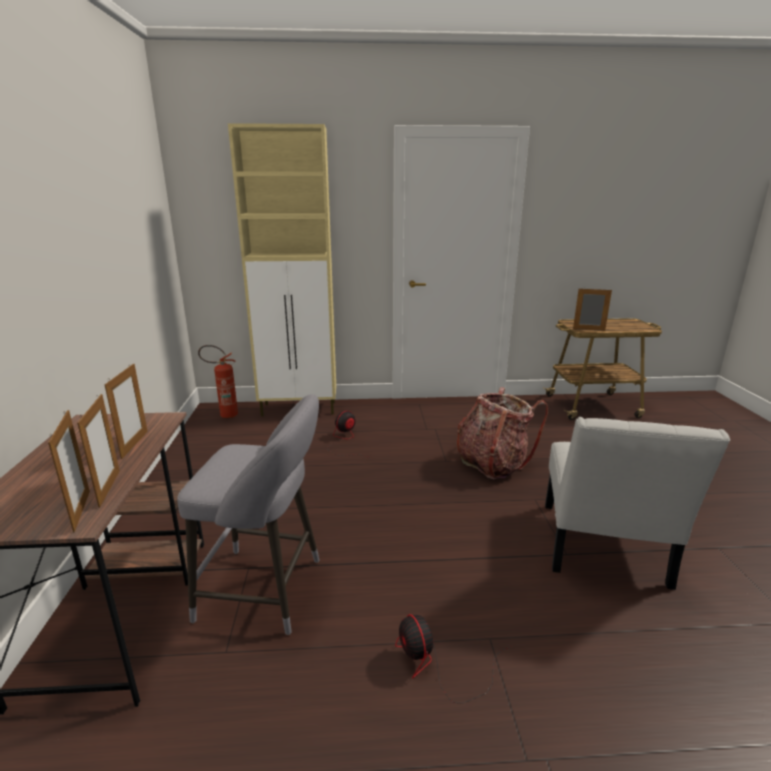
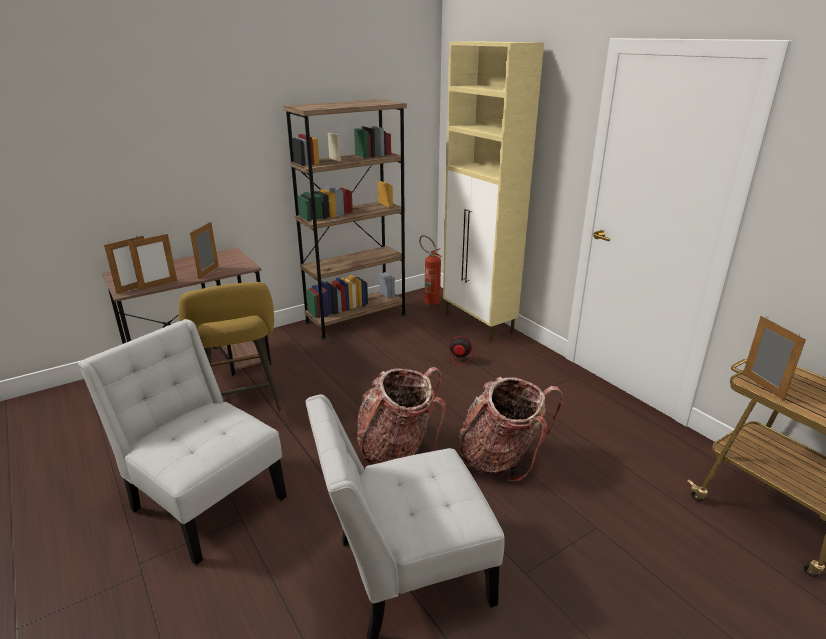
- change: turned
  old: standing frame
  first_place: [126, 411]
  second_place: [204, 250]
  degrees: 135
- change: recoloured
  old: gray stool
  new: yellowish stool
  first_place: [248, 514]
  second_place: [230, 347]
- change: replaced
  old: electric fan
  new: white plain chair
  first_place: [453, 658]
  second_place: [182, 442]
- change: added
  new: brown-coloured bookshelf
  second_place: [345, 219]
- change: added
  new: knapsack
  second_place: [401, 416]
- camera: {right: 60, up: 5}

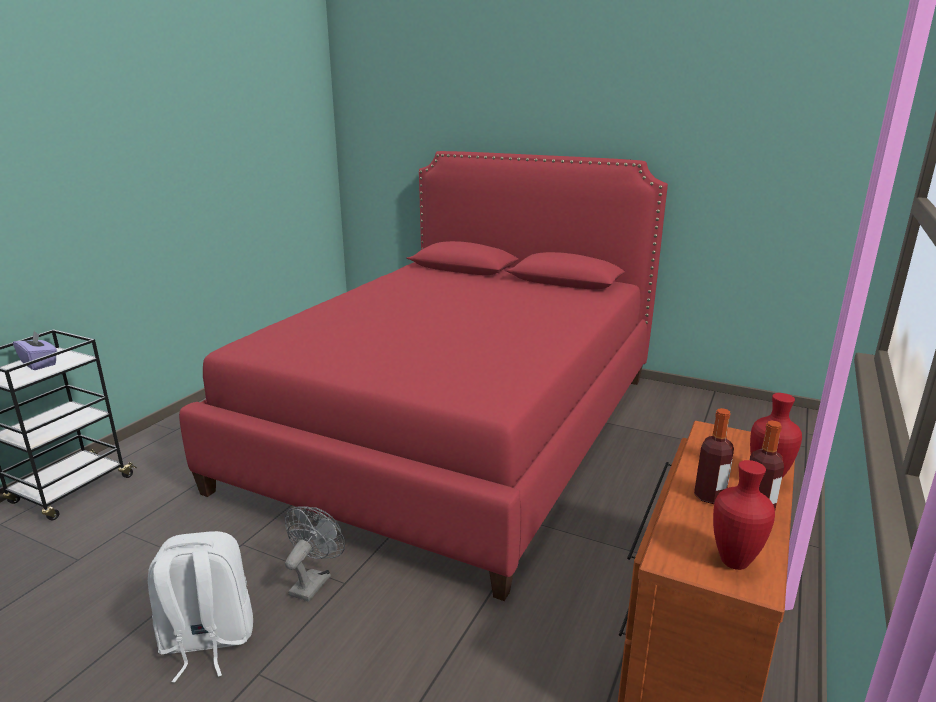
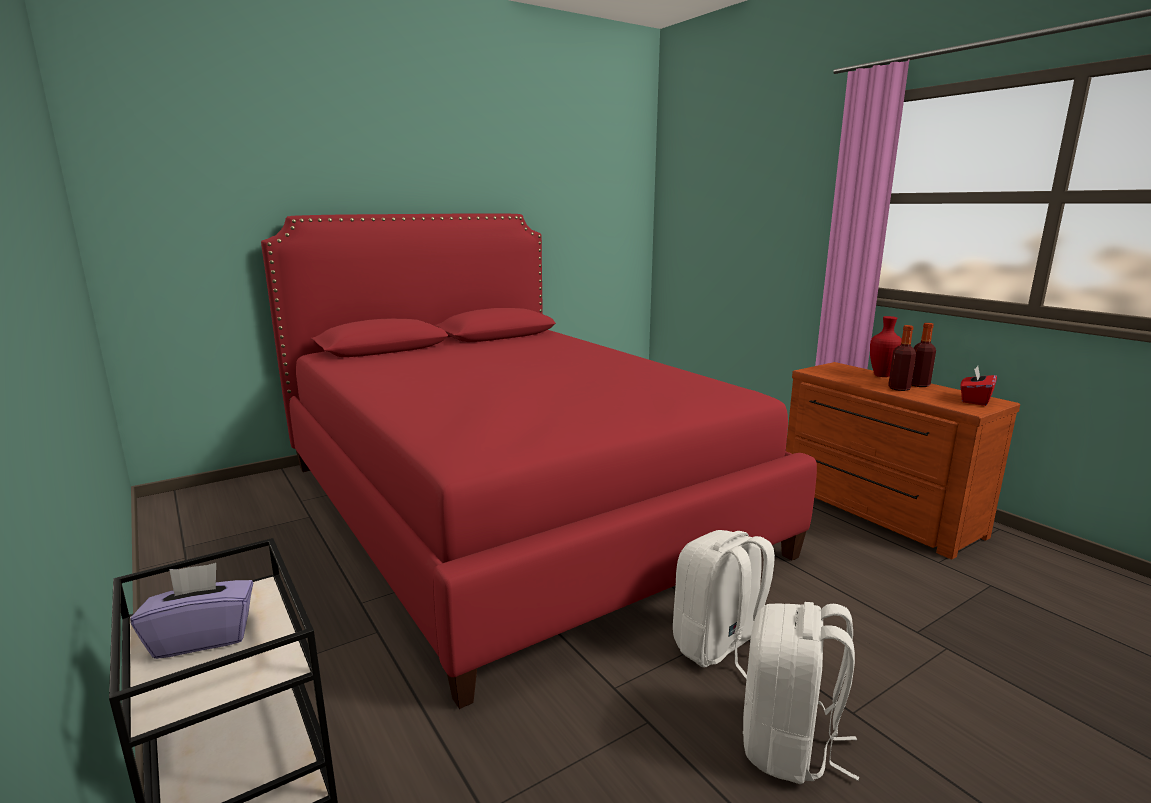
- change: replaced
  old: gray electric fan
  new: white knapsack
  first_place: [315, 553]
  second_place: [724, 604]
- change: replaced
  old: red-coloured flower vase
  new: red-coloured tissue box
  first_place: [744, 515]
  second_place: [978, 386]
- camera: {right: -60, up: -5}

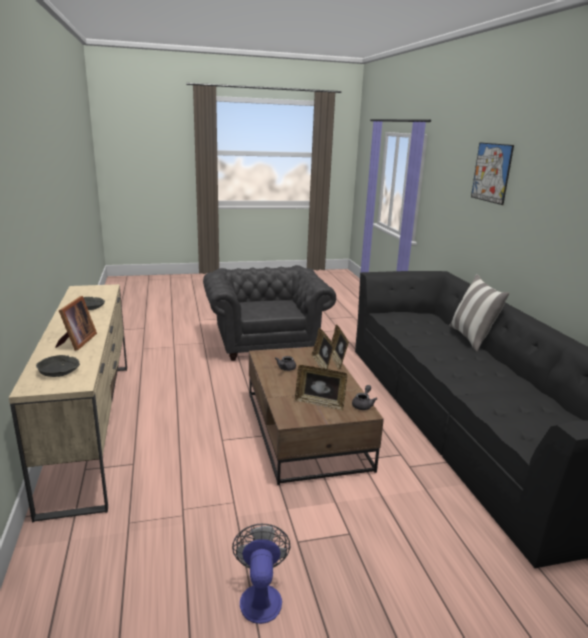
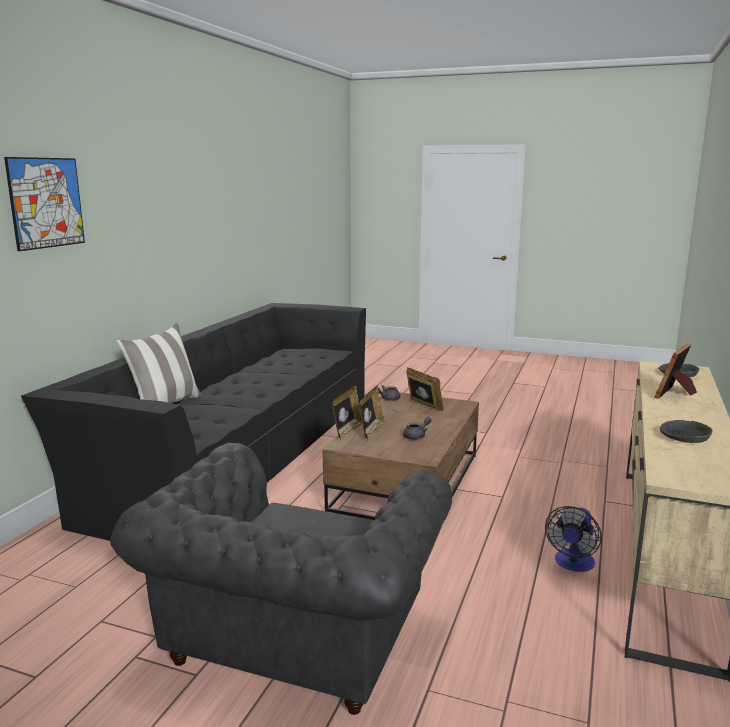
- change: moved
  old: electric fan
  first_place: [261, 574]
  second_place: [573, 539]
- camera: {right: -145, up: -5}

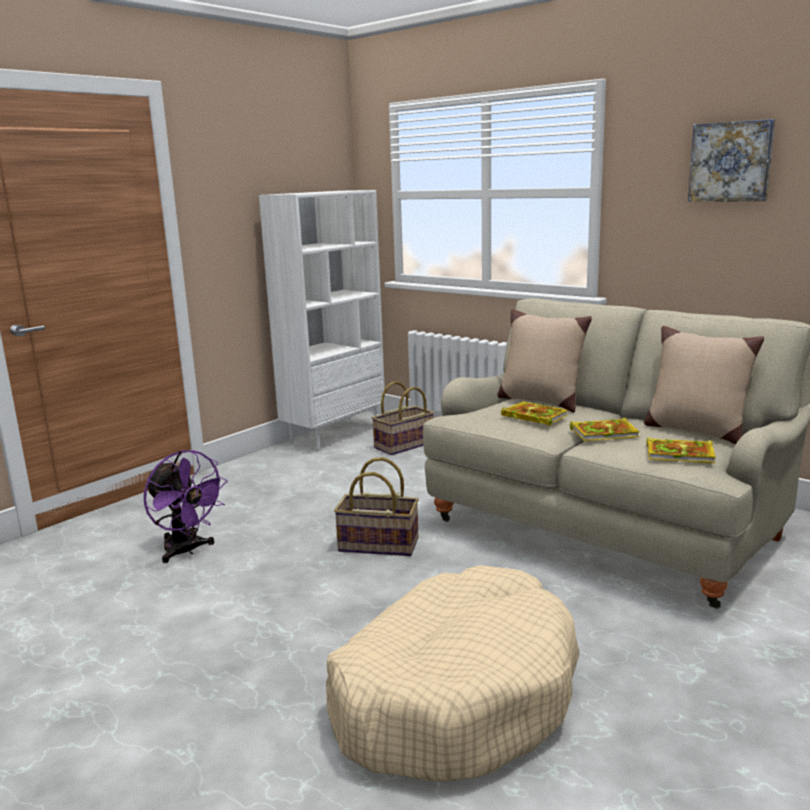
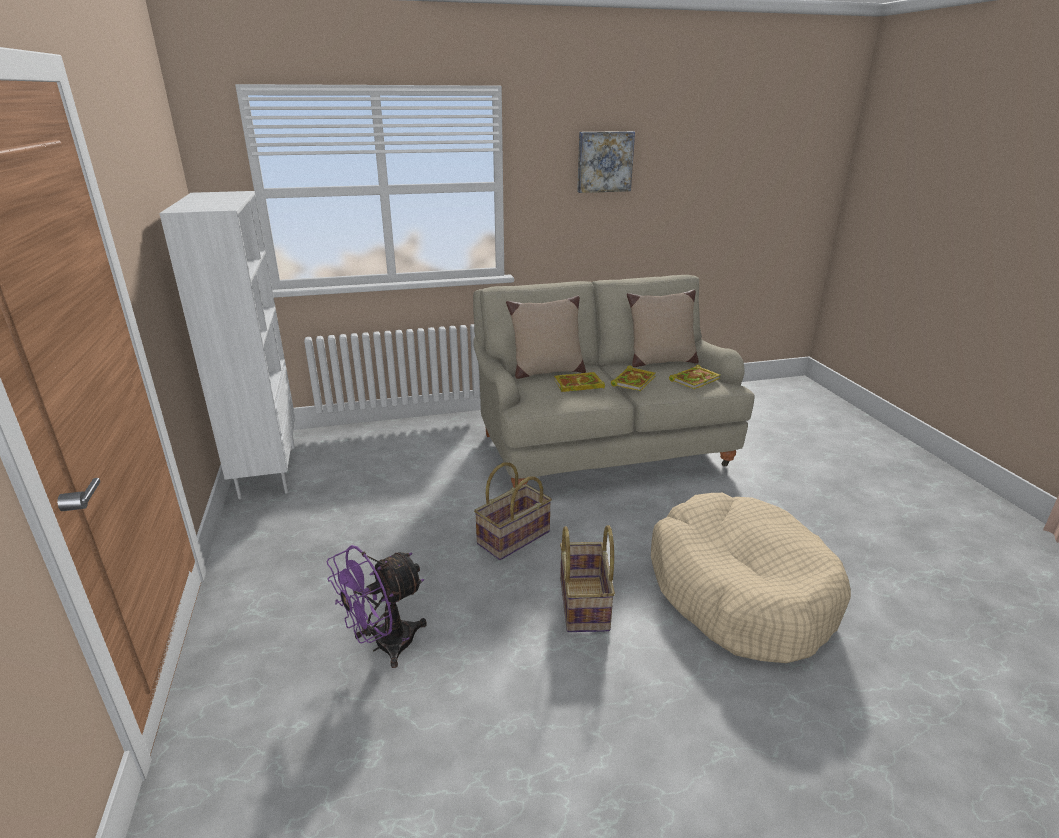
- change: turned
  old: purple-coloured electric fan
  first_place: [186, 506]
  second_place: [377, 606]
  degrees: 150
- change: moved
  old: storage basket
  first_place: [403, 418]
  second_place: [587, 578]
- camera: {right: -55, up: 10}

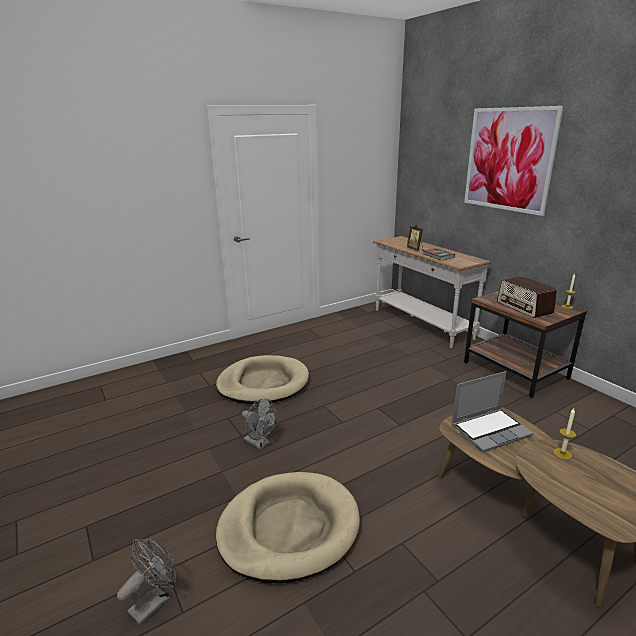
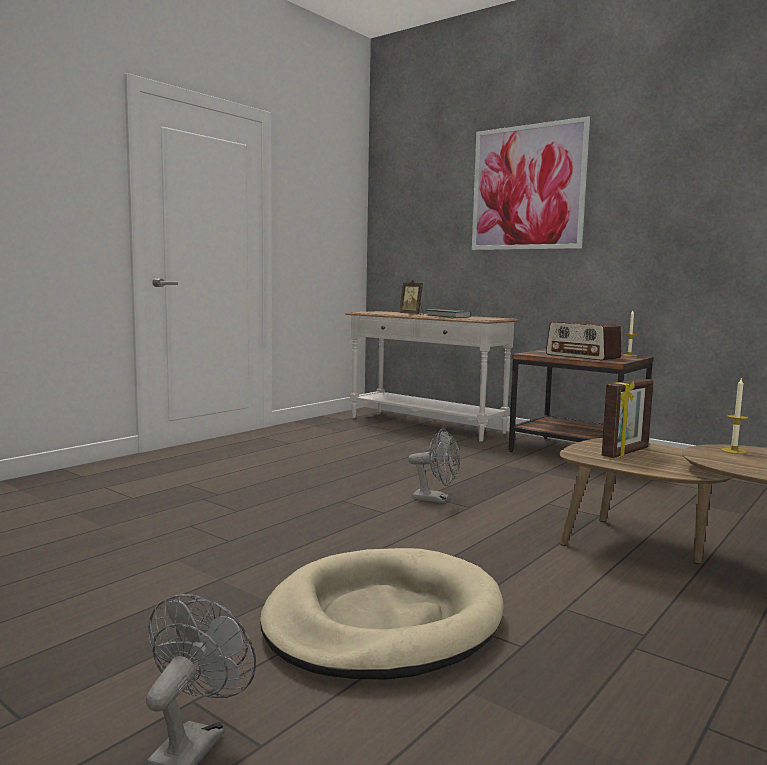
- change: removed
  old: sand-coloured pet bed
  first_place: [262, 379]
- change: moved
  old: gray electric fan
  first_place: [259, 424]
  second_place: [434, 465]
- change: replaced
  old: laptop
  new: standing frame
  first_place: [492, 411]
  second_place: [627, 418]
- camera: {right: -20, up: -15}

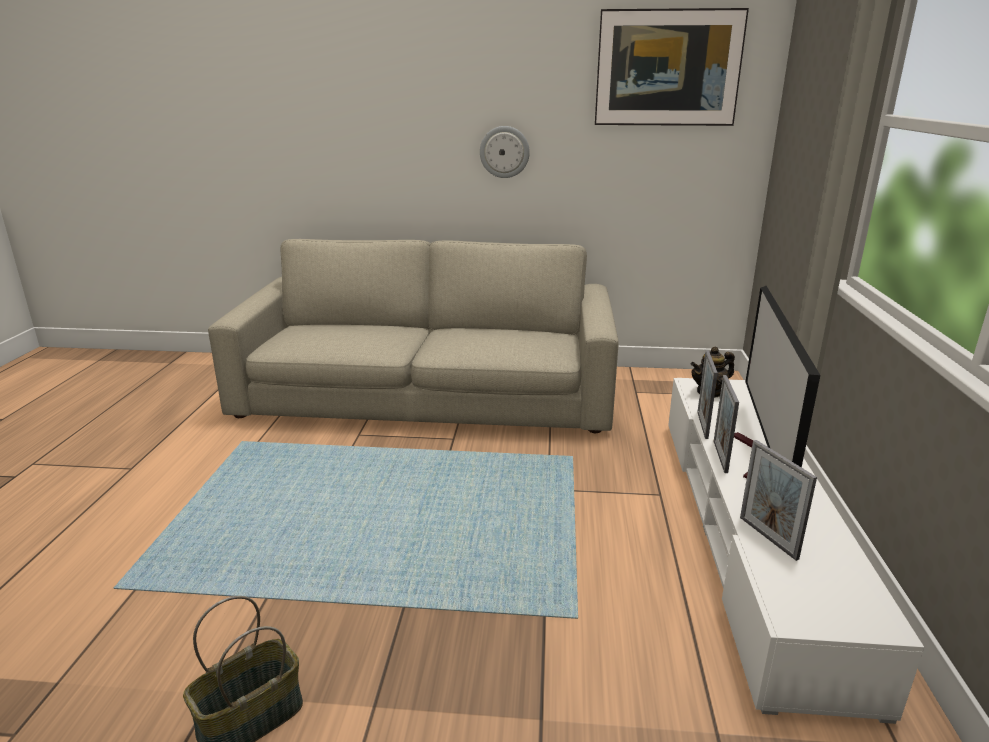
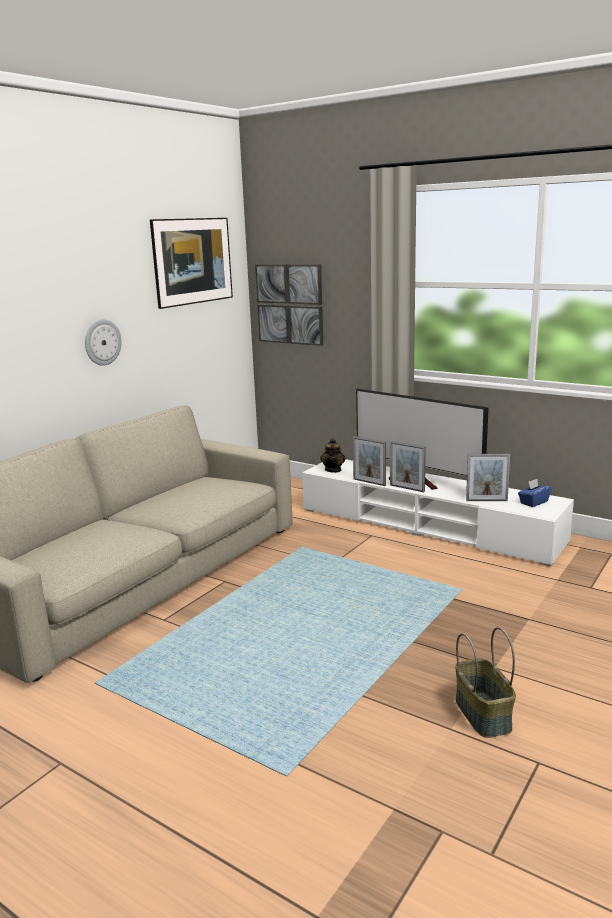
- change: added
  new: wall picture
  second_place: [289, 305]
- change: added
  new: bluish tissue box
  second_place: [535, 493]
- camera: {right: -60, up: -5}

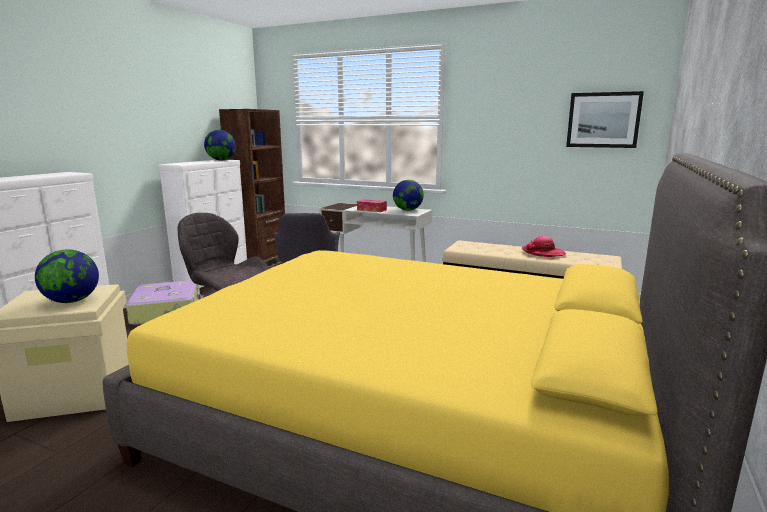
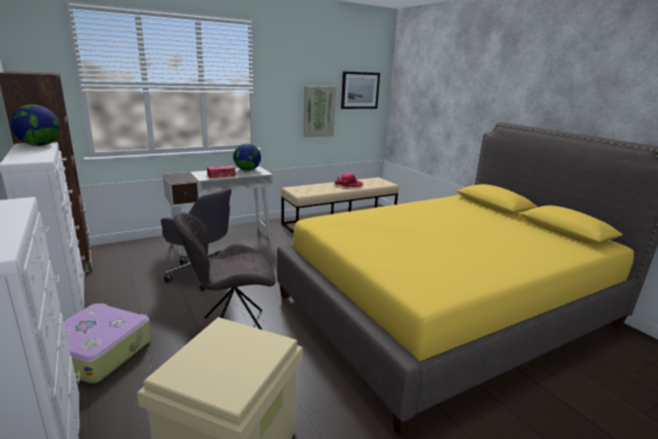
- change: removed
  old: globe
  first_place: [67, 276]
- change: added
  new: wall picture
  second_place: [319, 111]
- camera: {right: -55, up: 5}

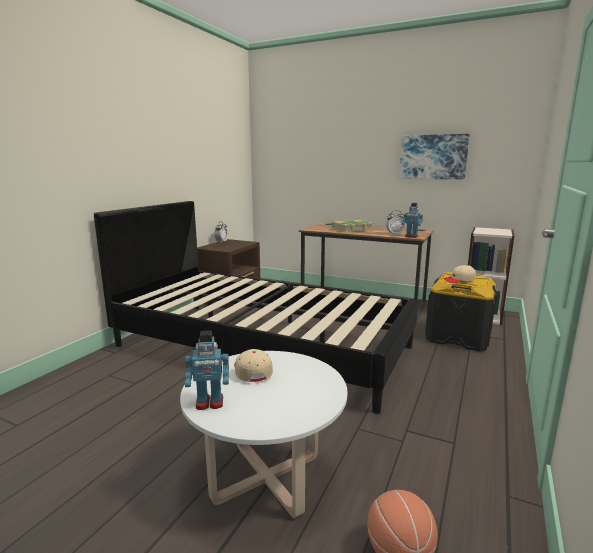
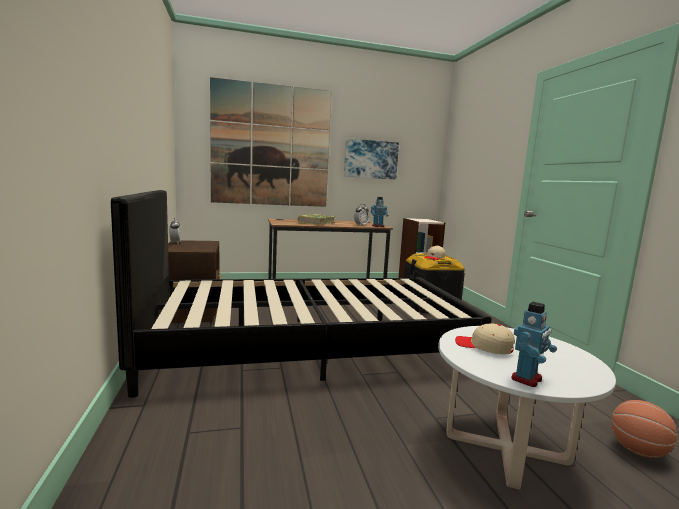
- change: added
  new: wall picture
  second_place: [271, 142]
- camera: {right: -40, up: -5}

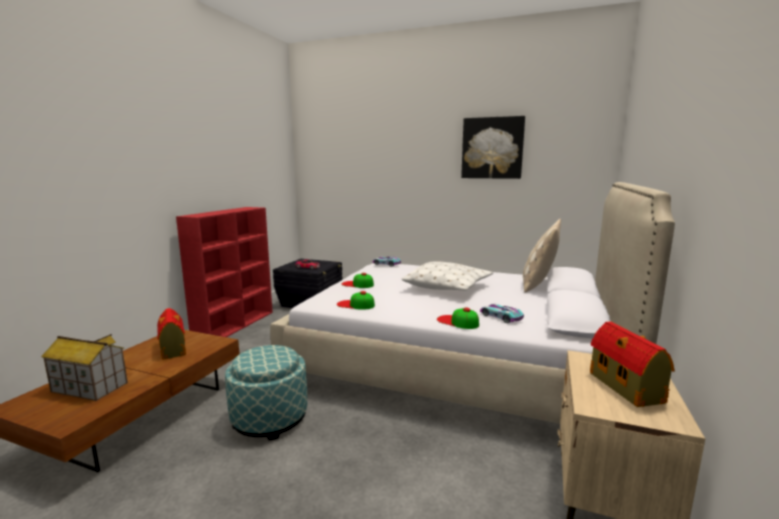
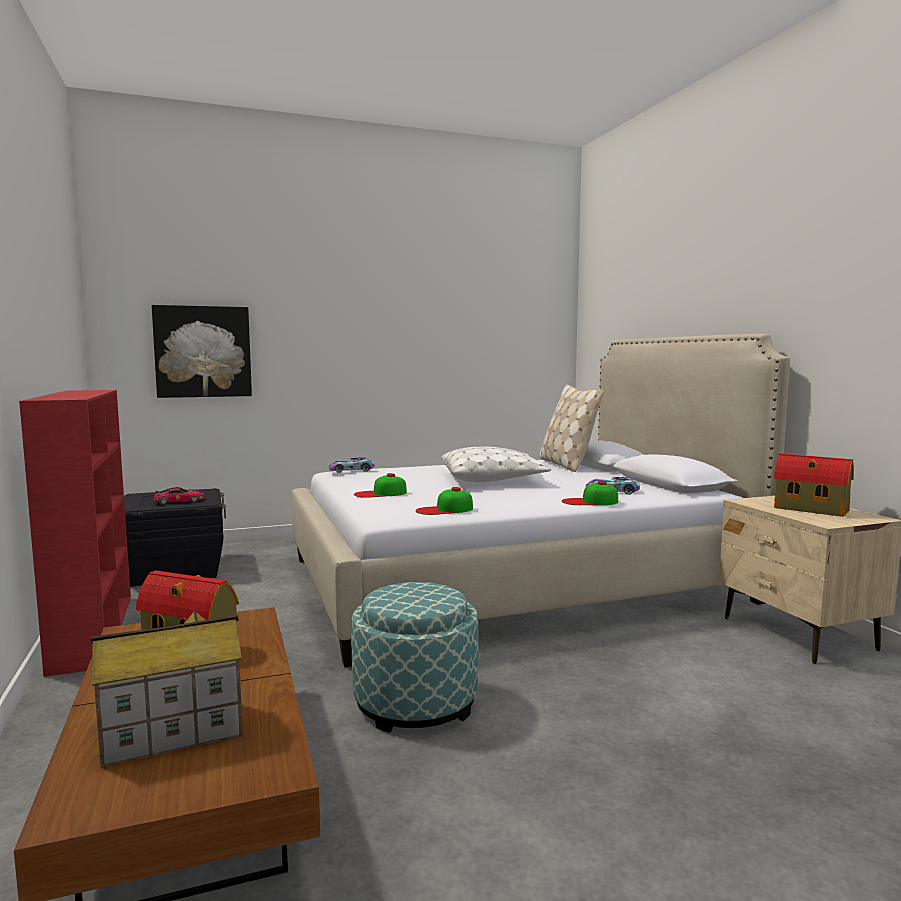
- change: moved
  old: wall picture
  first_place: [493, 147]
  second_place: [202, 351]
- camera: {right: -40, up: -5}

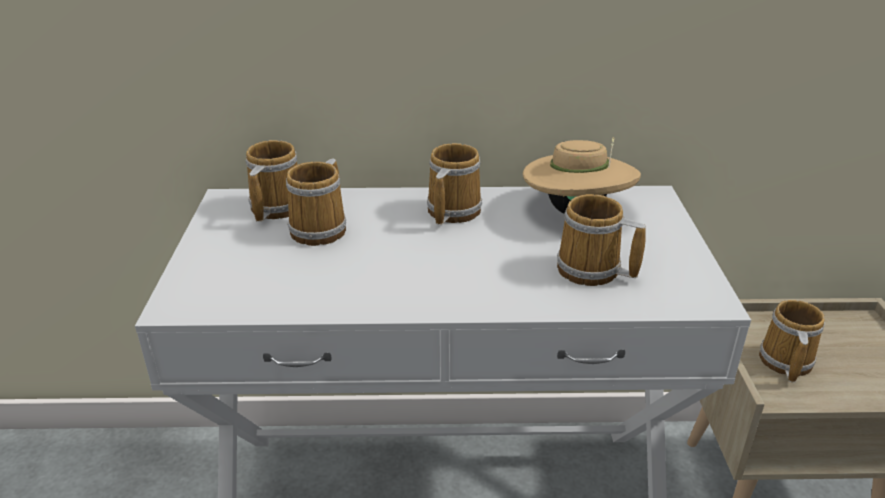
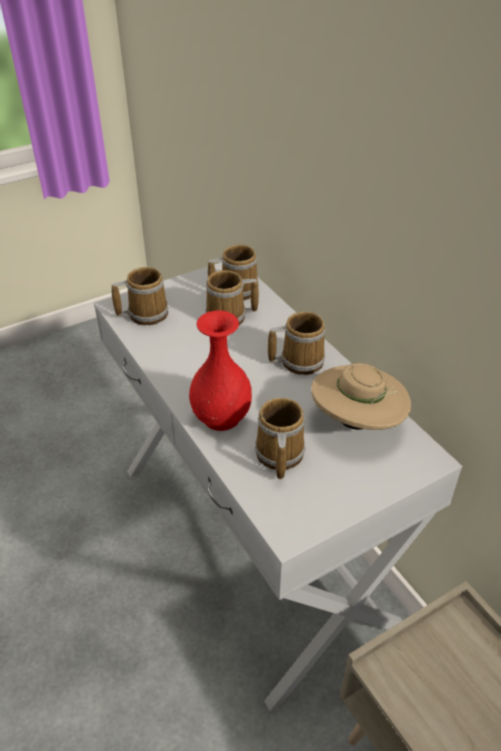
- change: moved
  old: mug
  first_place: [792, 341]
  second_place: [140, 296]
- change: added
  new: red-coloured flower vase
  second_place: [220, 371]
- camera: {right: 60, up: 10}

